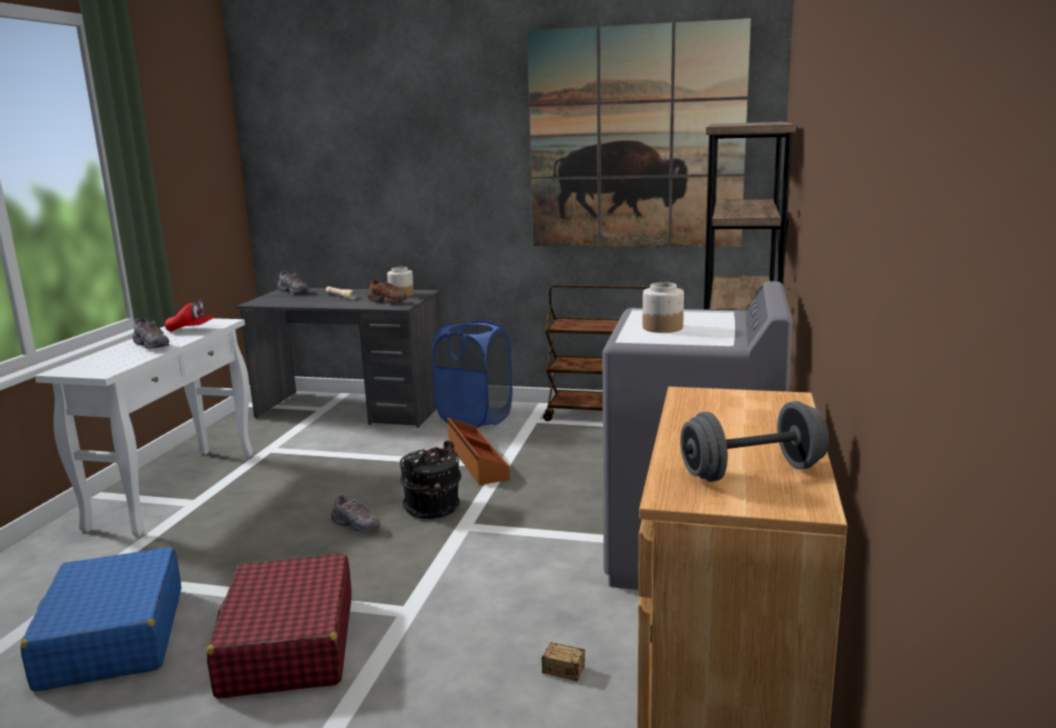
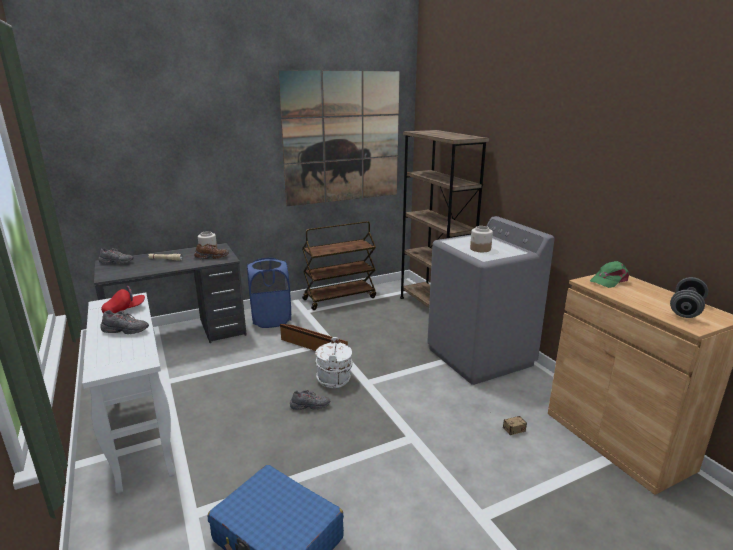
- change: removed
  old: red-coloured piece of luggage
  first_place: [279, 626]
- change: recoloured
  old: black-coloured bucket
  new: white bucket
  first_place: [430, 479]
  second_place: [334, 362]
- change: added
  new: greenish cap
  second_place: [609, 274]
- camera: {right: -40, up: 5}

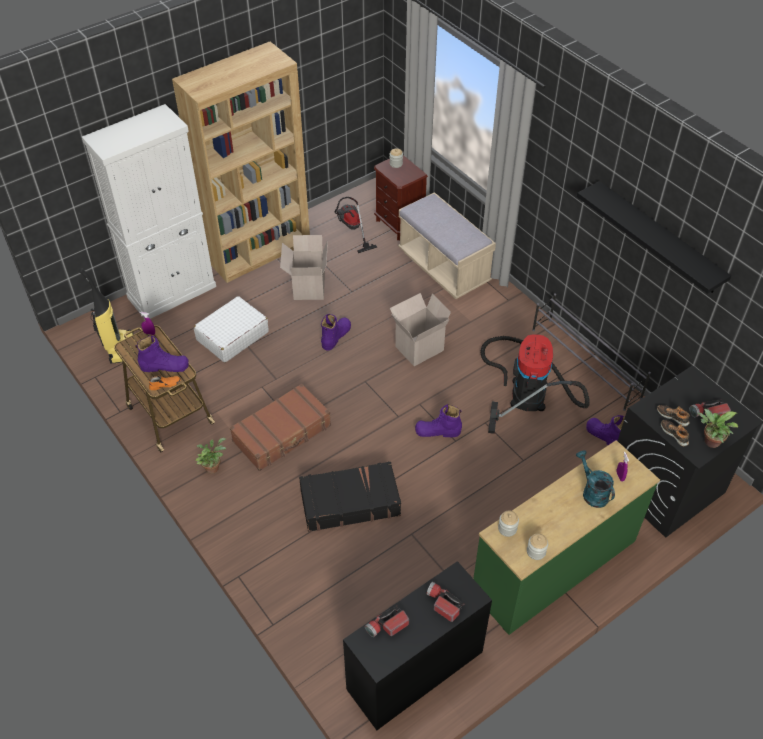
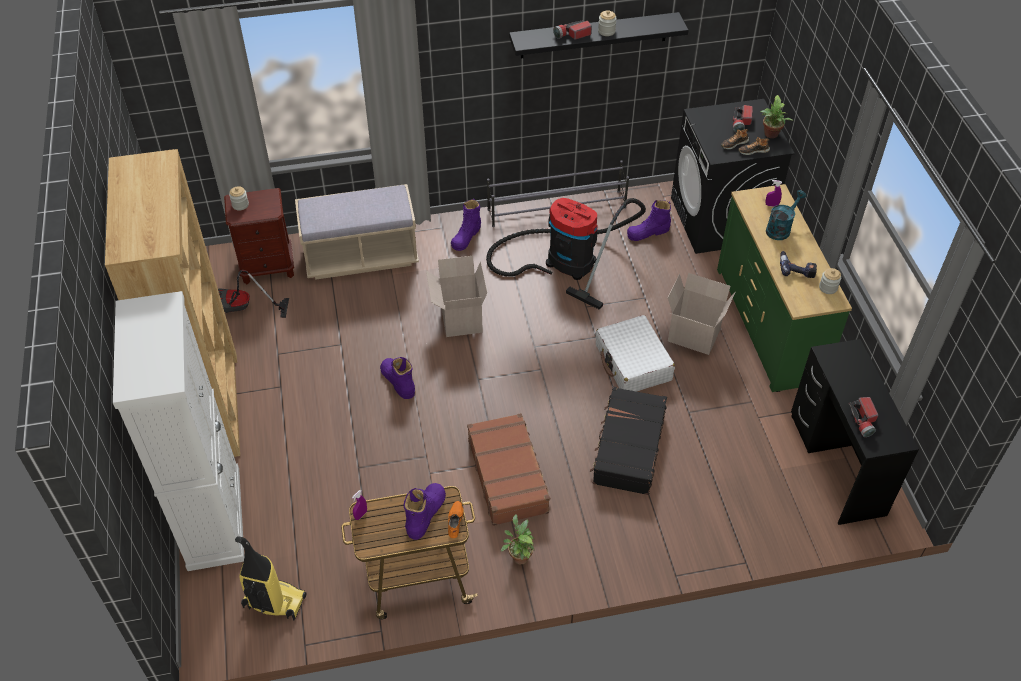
- change: moved
  old: white piece of luggage
  first_place: [231, 329]
  second_place: [635, 353]
- change: moved
  old: packing box
  first_place: [304, 267]
  second_place: [702, 314]
- change: moved
  old: purple-coloured high-top boot
  first_place: [438, 421]
  second_place: [466, 225]
- change: moved
  old: flashlight
  first_place: [445, 602]
  second_place: [572, 30]
- change: moved
  old: storage jar
  first_place: [508, 524]
  second_place: [607, 23]
- change: turned
  old: turquoise-coloured watering pot
  first_place: [595, 479]
  second_place: [786, 215]
  degrees: 135
- change: added
  new: electric drill
  second_place: [798, 264]
- camera: {right: -65, up: 0}

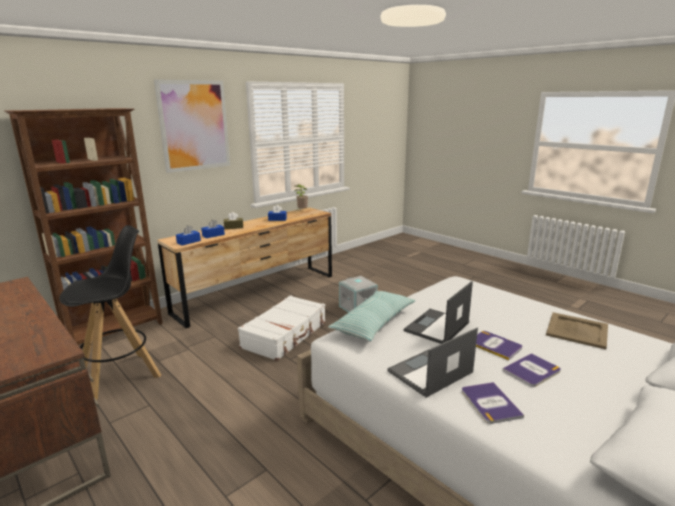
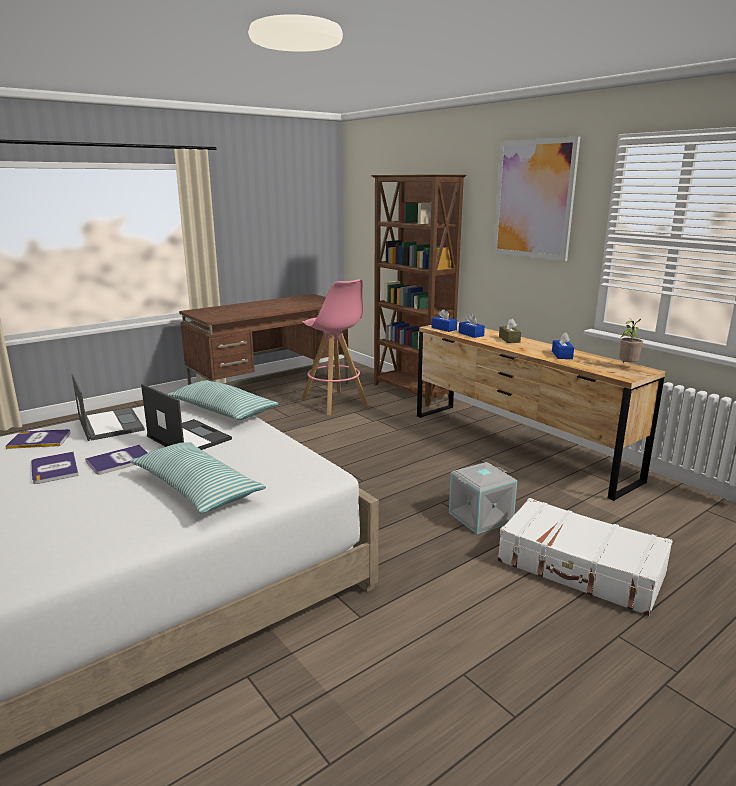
- change: recoloured
  old: black-coloured stool
  new: pink-coloured stool
  first_place: [110, 312]
  second_place: [334, 347]
- change: moved
  old: white piece of luggage
  first_place: [282, 328]
  second_place: [585, 557]
- change: removed
  old: sand-coloured carrying tray
  first_place: [577, 330]
- change: added
  new: cushion
  second_place: [198, 477]
- camera: {right: 95, up: 0}

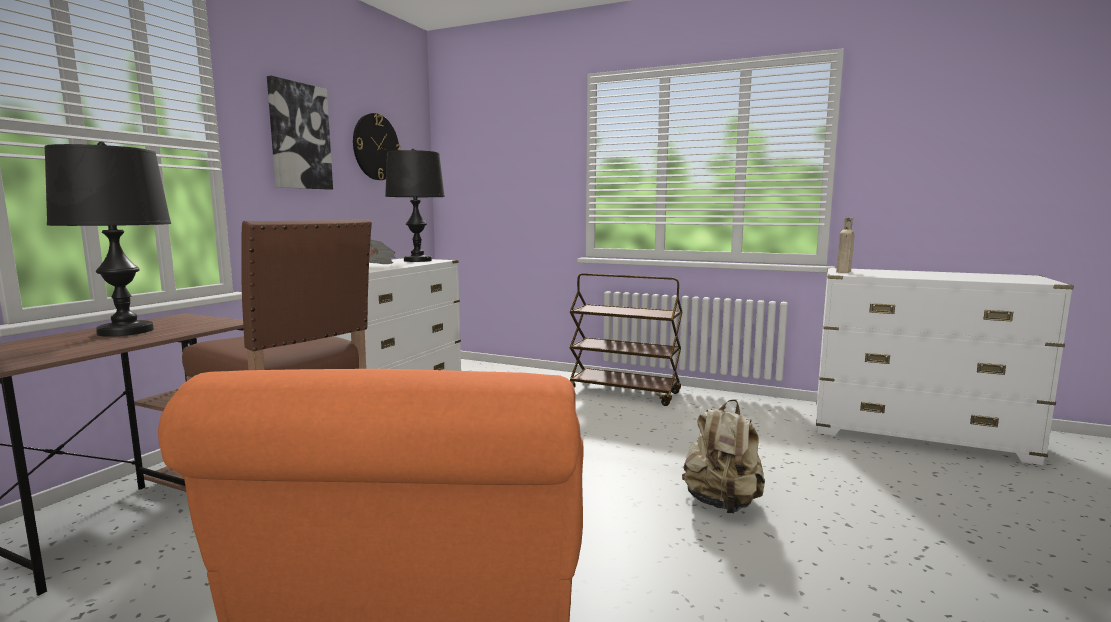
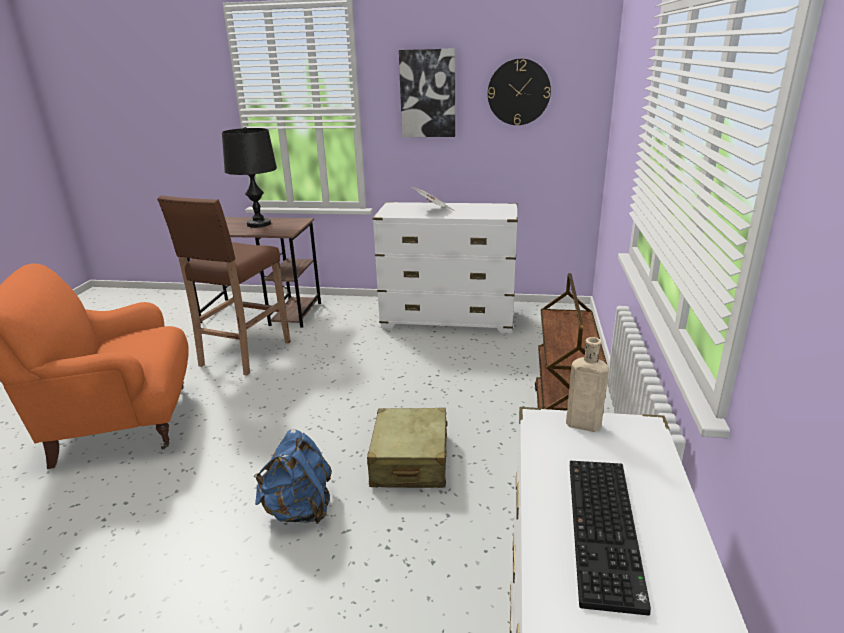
- change: removed
  old: black-coloured tabletop lamp
  first_place: [415, 205]
- change: recoloured
  old: sand-coloured knapsack
  new: bluish knapsack
  first_place: [723, 456]
  second_place: [293, 476]
- change: added
  new: sand-coloured piece of luggage
  second_place: [407, 448]
- change: added
  new: keyboard
  second_place: [610, 538]
- camera: {right: 75, up: 15}

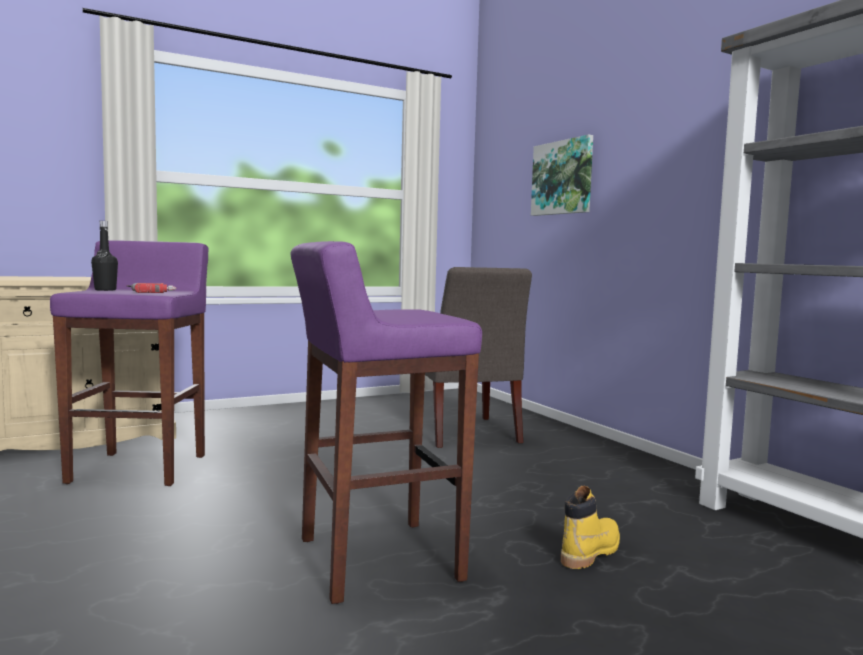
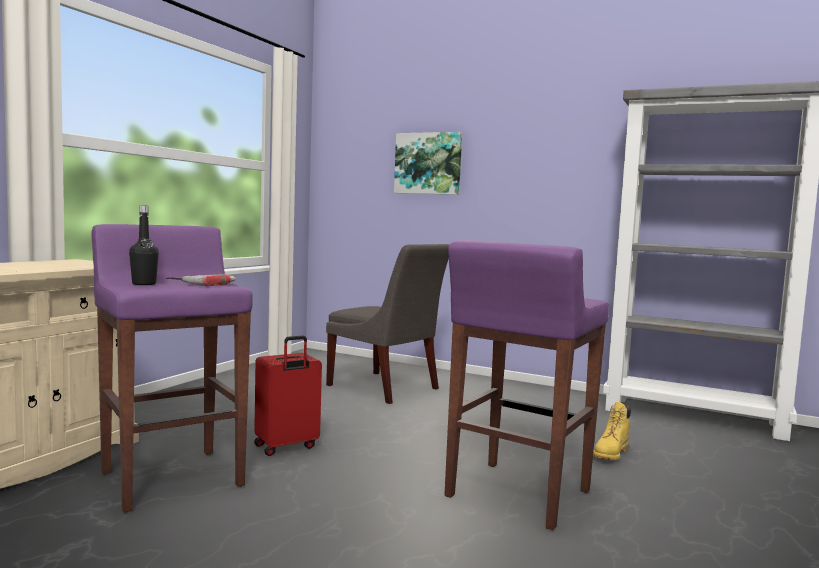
- change: turned
  old: yellowish high-top boot
  first_place: [590, 527]
  second_place: [612, 431]
  degrees: -150
- change: added
  new: red-coloured piece of luggage
  second_place: [288, 396]
- camera: {right: -35, up: 0}

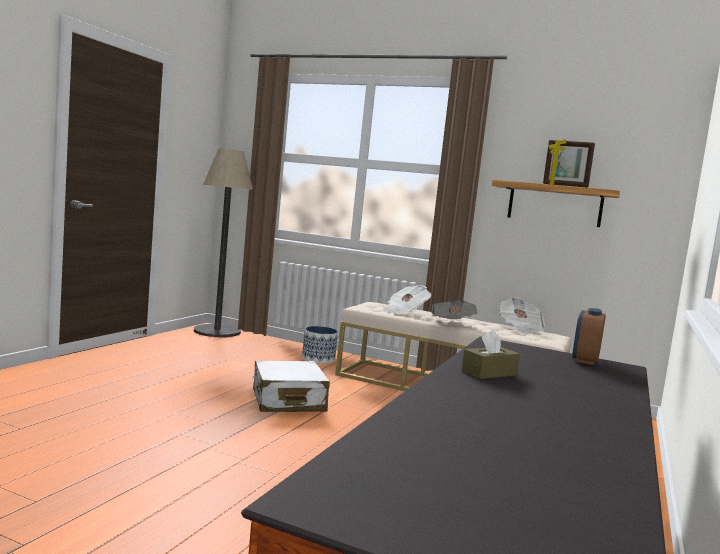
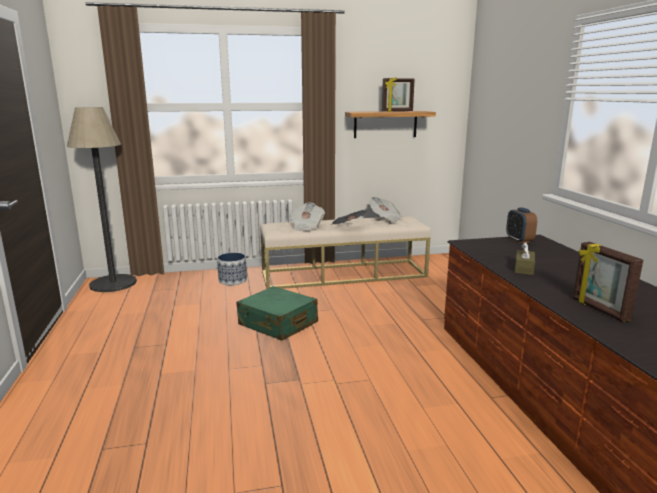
- change: recoloured
  old: white piece of luggage
  new: greenish piece of luggage
  first_place: [291, 386]
  second_place: [277, 313]
- change: added
  new: standing frame
  second_place: [608, 282]
- camera: {right: -35, up: 10}

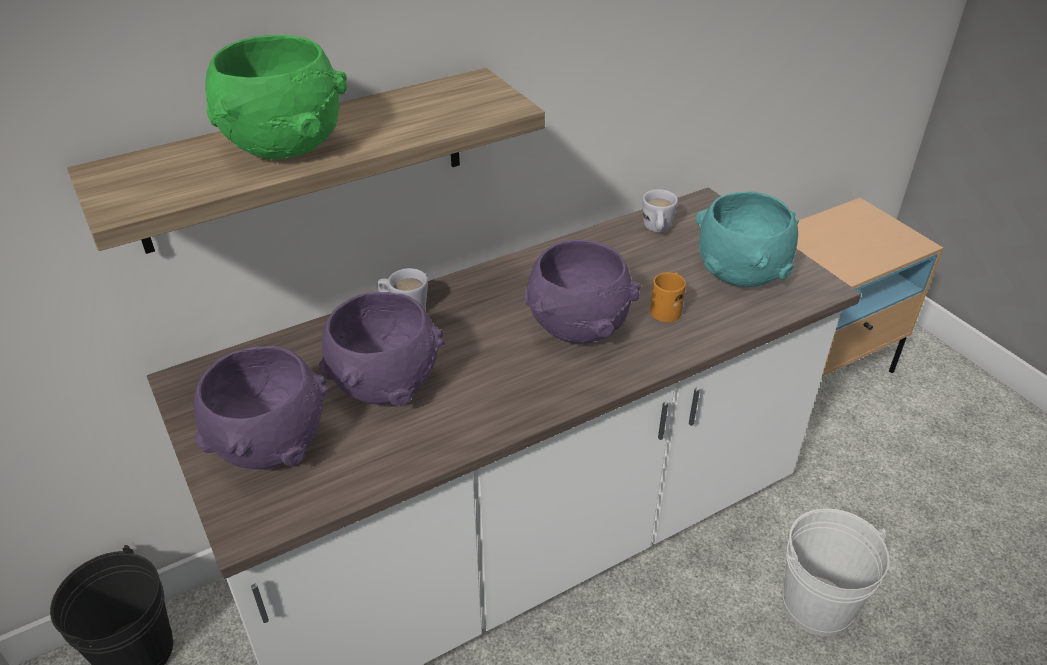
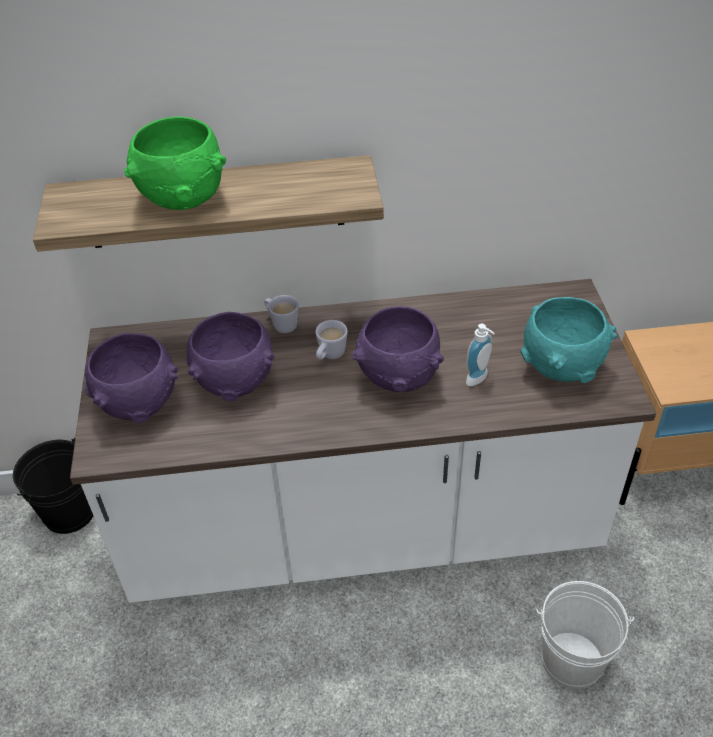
- change: moved
  old: white mug
  first_place: [660, 210]
  second_place: [332, 340]
- change: replaced
  old: orange-coloured mug
  new: soap dispenser
  first_place: [668, 297]
  second_place: [480, 354]
- camera: {right: 25, up: 5}

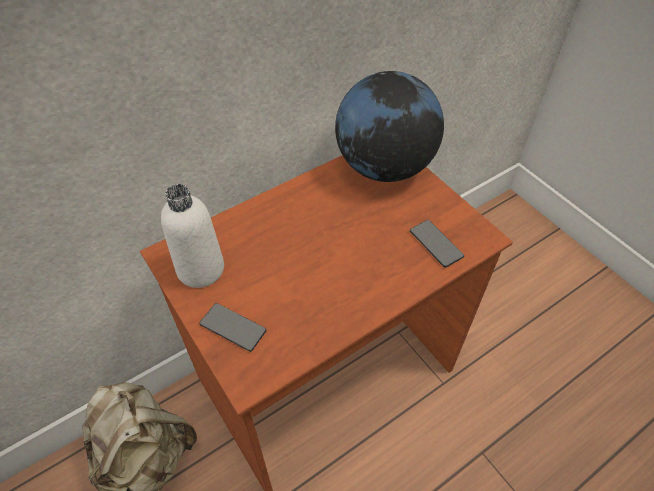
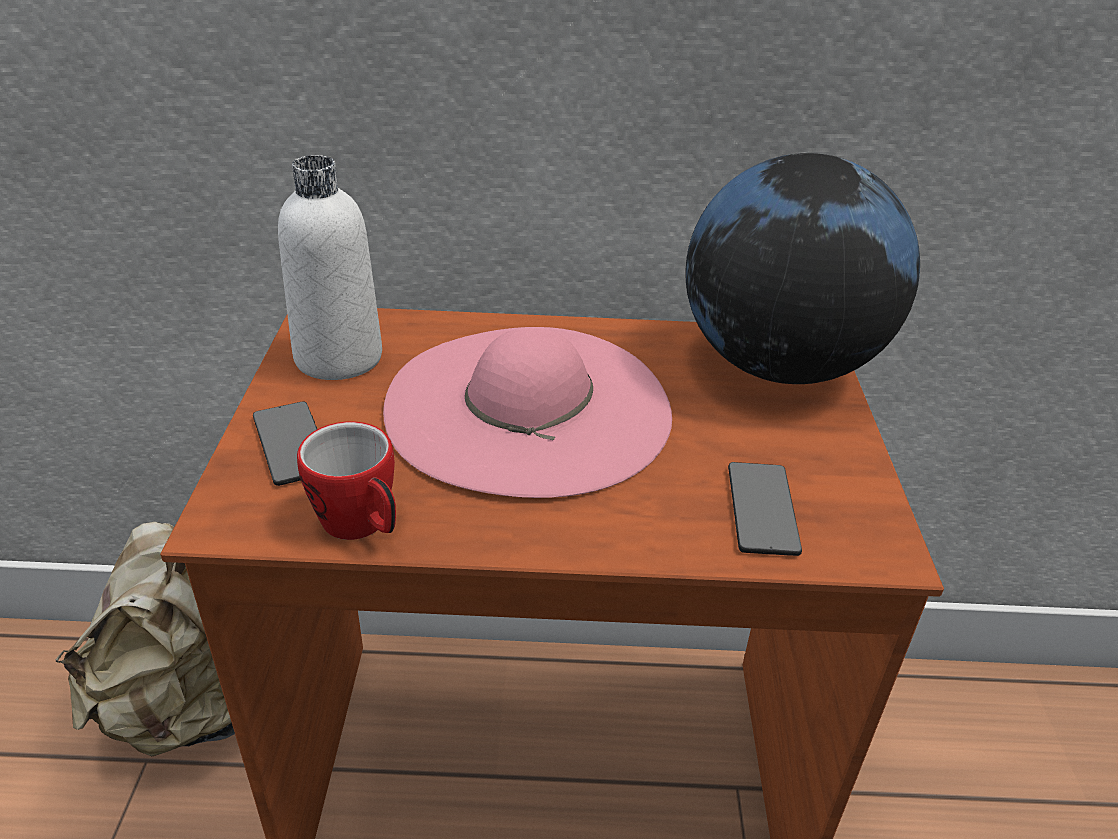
- change: added
  new: mug
  second_place: [346, 480]
- change: added
  new: pink-coloured hat
  second_place: [527, 412]
- camera: {right: 35, up: -15}

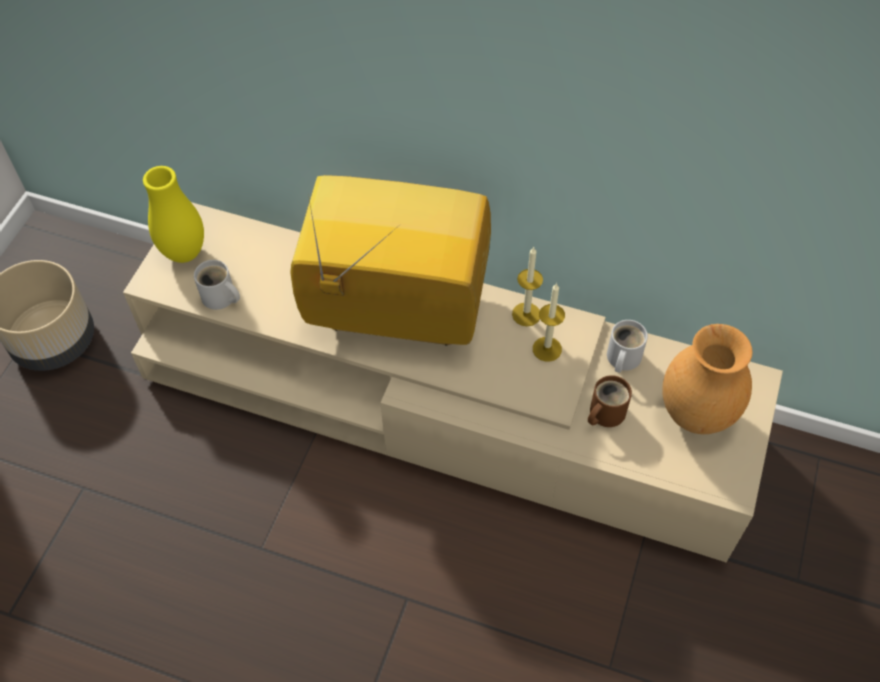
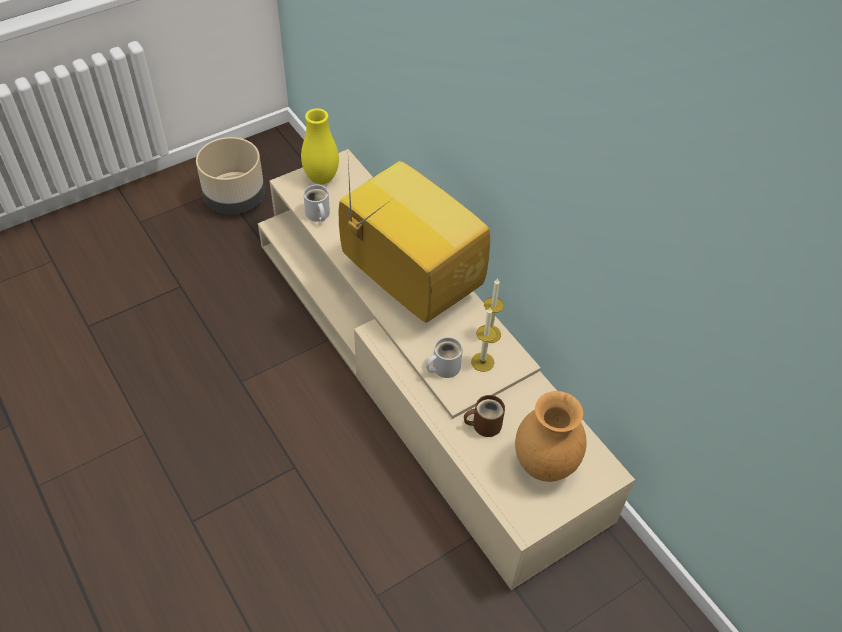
- change: moved
  old: white mug
  first_place: [627, 346]
  second_place: [444, 357]
- camera: {right: 35, up: -5}

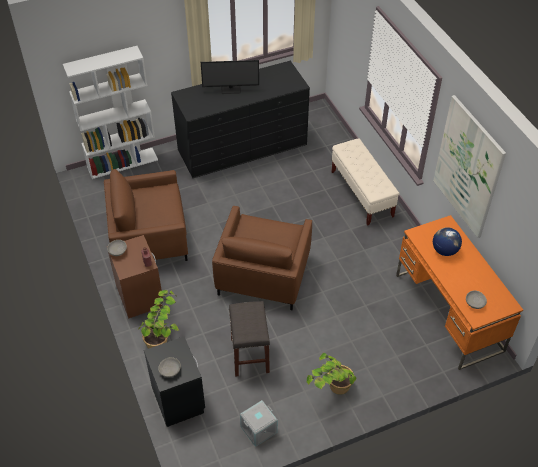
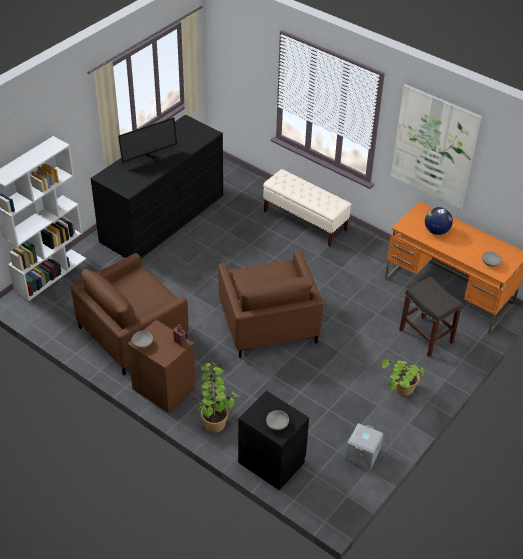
- change: moved
  old: gray stool
  first_place: [249, 339]
  second_place: [431, 317]
- camera: {right: -30, up: -5}

